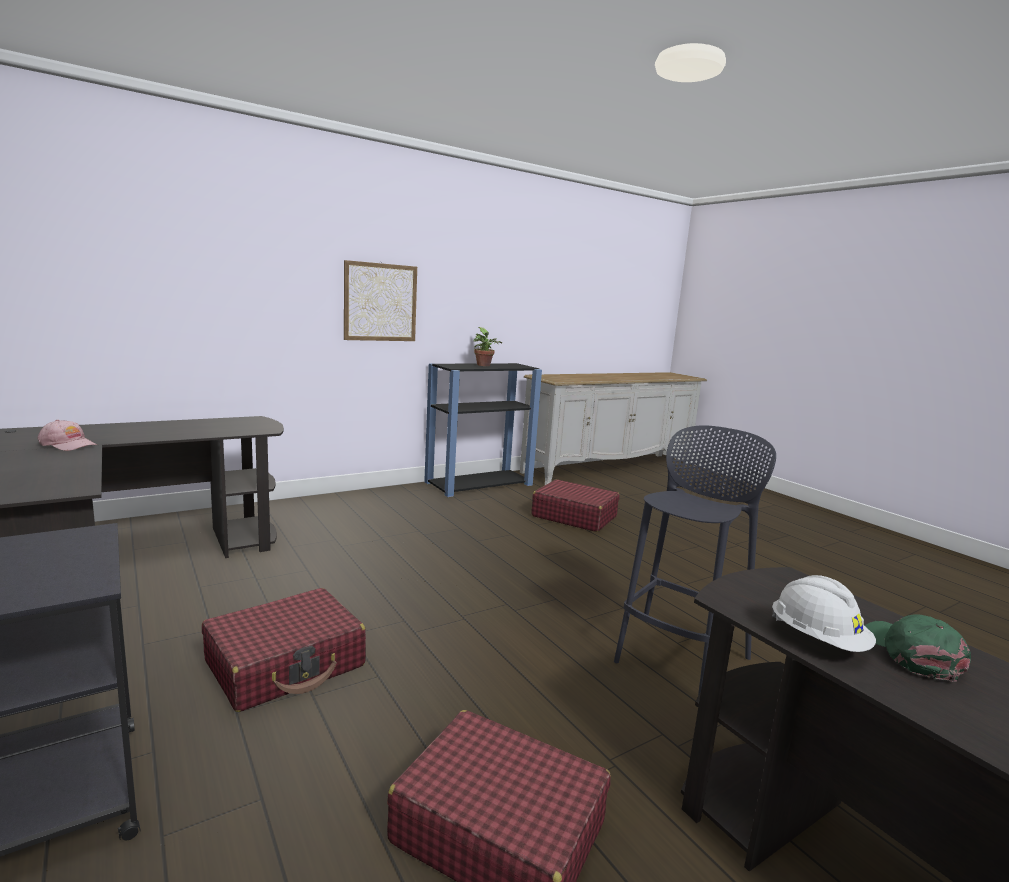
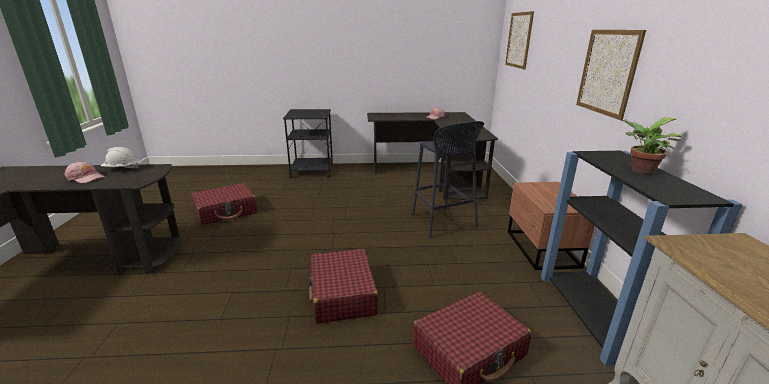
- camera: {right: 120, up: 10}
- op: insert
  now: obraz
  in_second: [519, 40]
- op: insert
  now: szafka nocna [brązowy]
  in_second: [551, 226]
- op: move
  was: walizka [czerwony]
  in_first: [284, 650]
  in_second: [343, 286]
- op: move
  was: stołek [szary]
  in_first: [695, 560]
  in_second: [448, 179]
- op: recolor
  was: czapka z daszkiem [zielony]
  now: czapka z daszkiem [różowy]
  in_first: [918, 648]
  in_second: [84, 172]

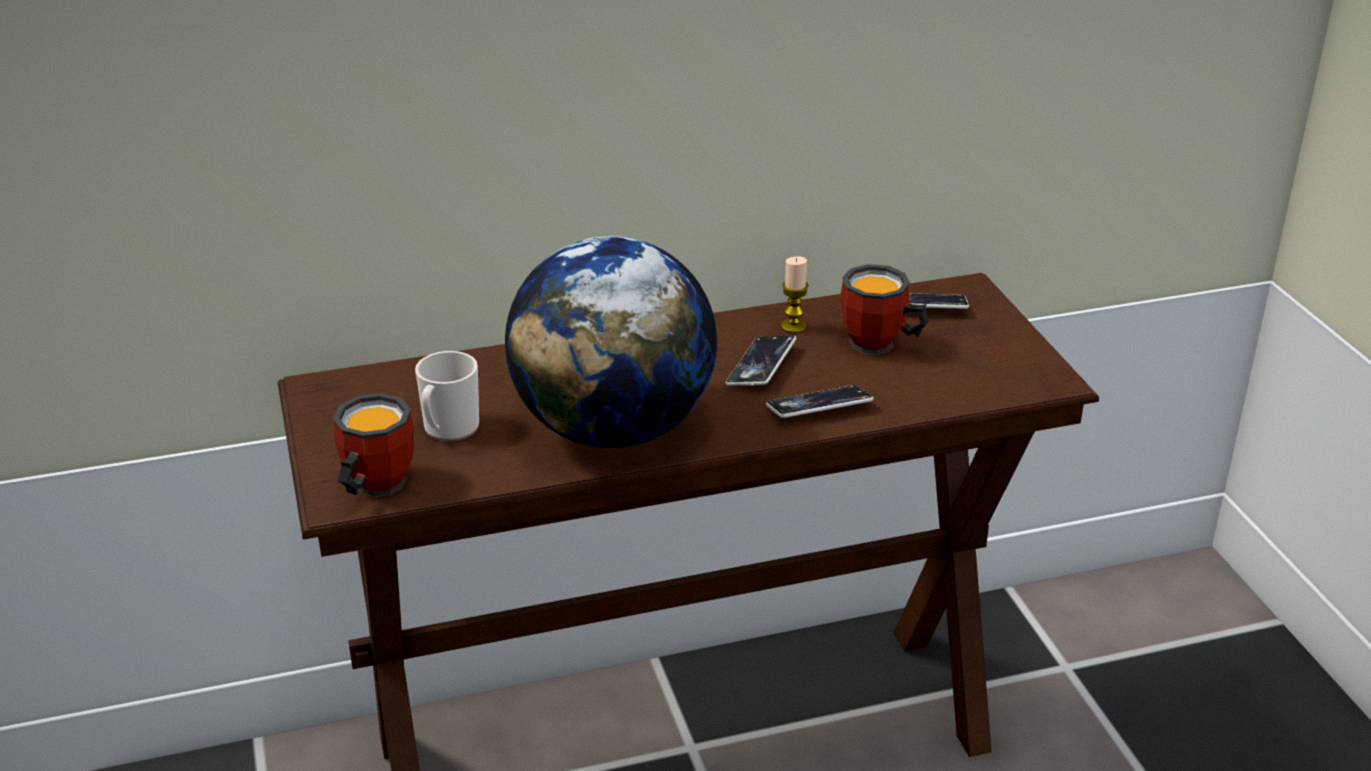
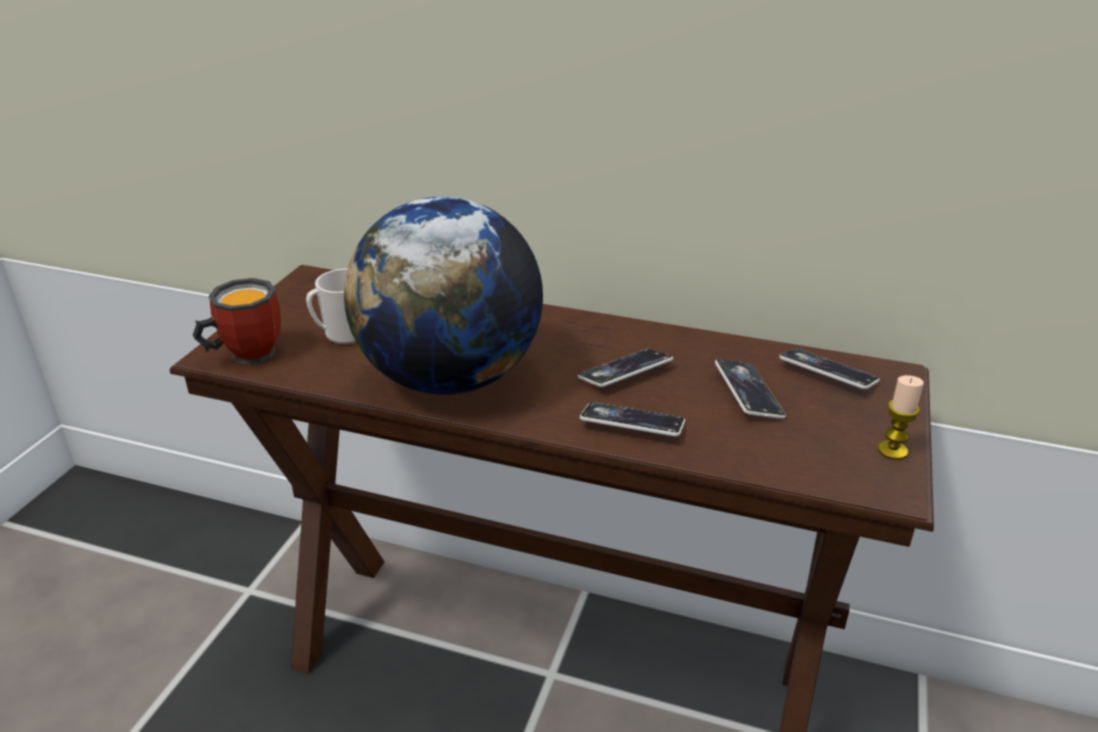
- camera: {right: 35, up: 0}
- op: move
  was: świeca
  in_first: [795, 294]
  in_second: [901, 417]
- op: replace
  was: kubek
  now: telefon
  in_first: [884, 309]
  in_second: [750, 389]

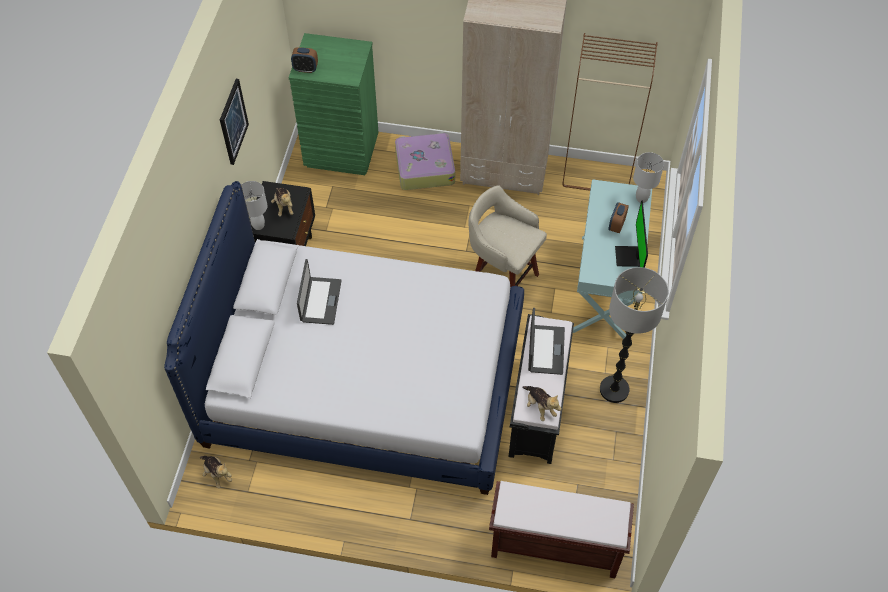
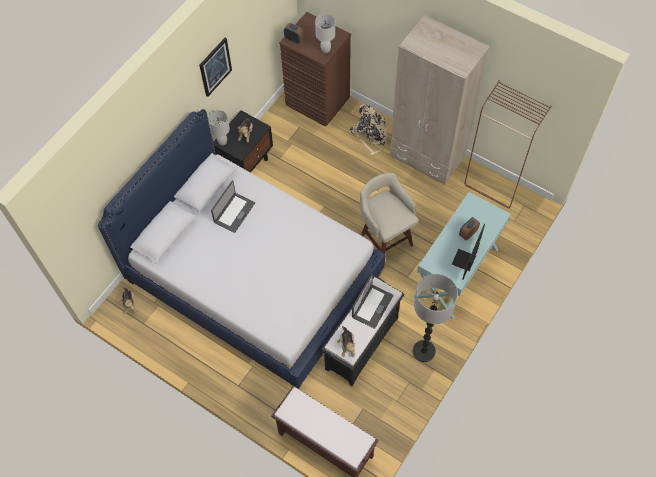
- camera: {right: 25, up: 5}
- op: move
  was: lampa stołowa [biały]
  in_first: [648, 177]
  in_second: [325, 33]
- op: replace
  was: walizka
  now: plecak [beżowy]
  in_first: [425, 161]
  in_second: [368, 129]
- op: recolor
  was: komoda [zielony]
  now: komoda [brązowy]
  in_first: [333, 104]
  in_second: [315, 69]

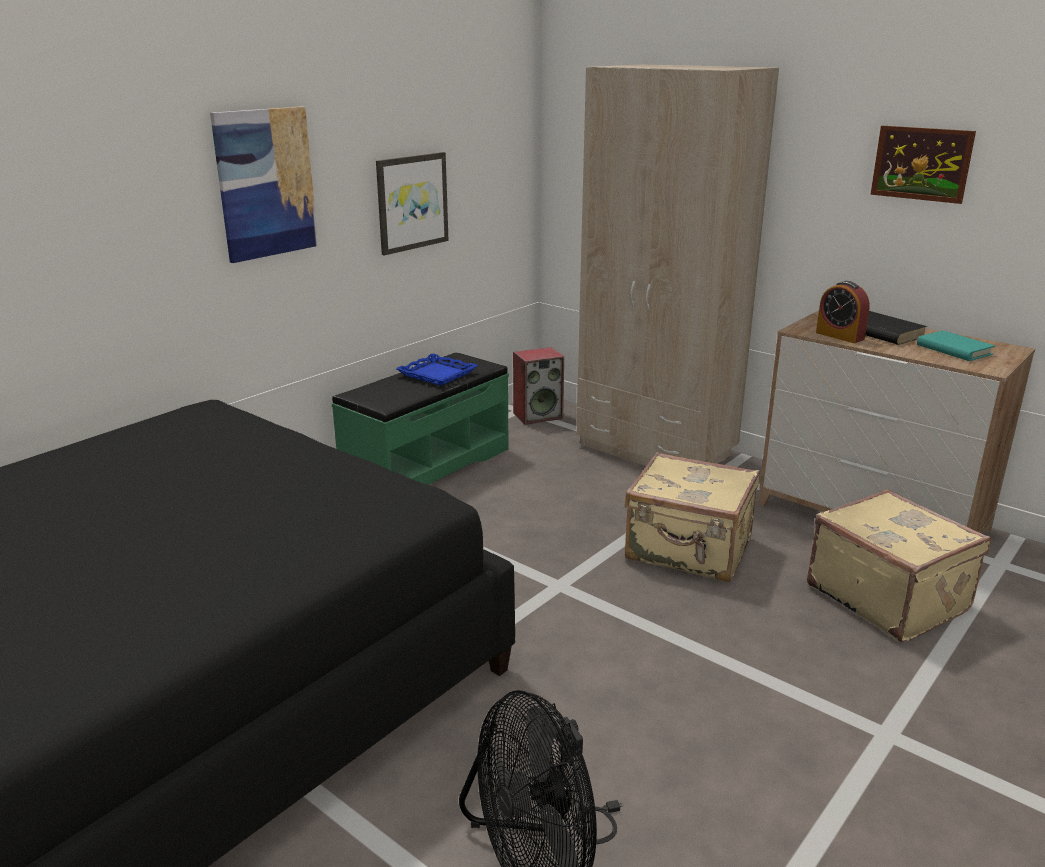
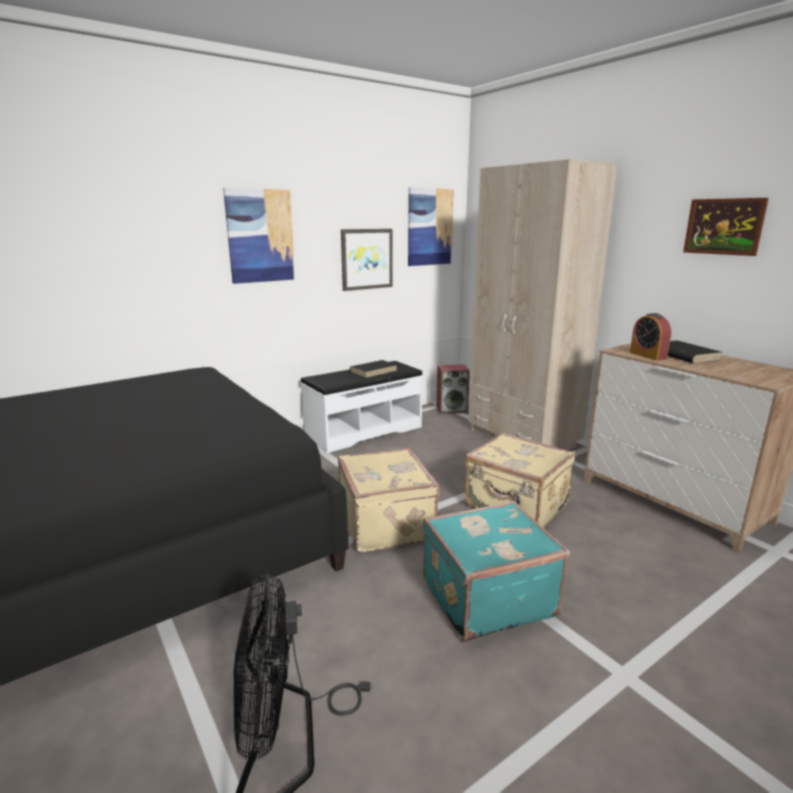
- camera: {right: 15, up: -5}
- op: delete
  was: książka [turkusowy]
  in_first: [956, 346]
- op: insert
  now: obraz
  in_second: [431, 226]
- op: insert
  now: walizka [turkusowy]
  in_second: [496, 571]
- op: move
  was: walizka [beżowy]
  in_first: [899, 566]
  in_second: [389, 500]
- op: replace
  was: taca [niebieski]
  now: książka [czarny]
  in_first: [437, 369]
  in_second: [373, 369]
- op: recolor
  was: ławka [zielony]
  now: ławka [biały]
  in_first: [420, 418]
  in_second: [361, 407]

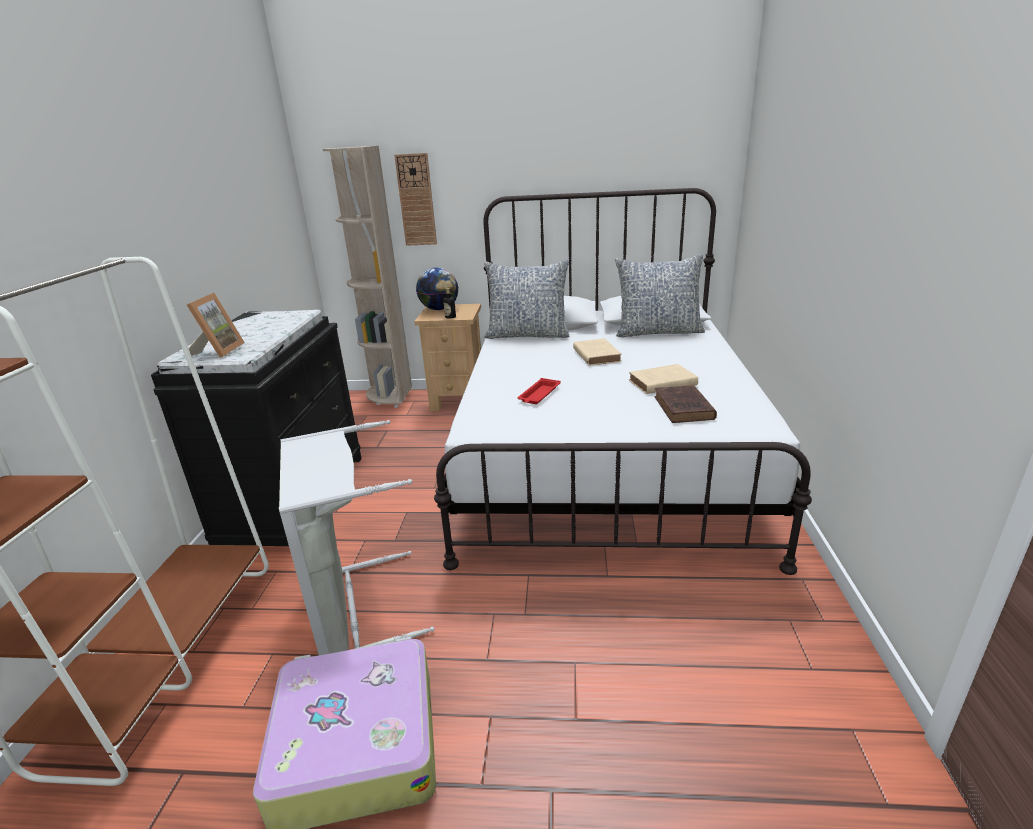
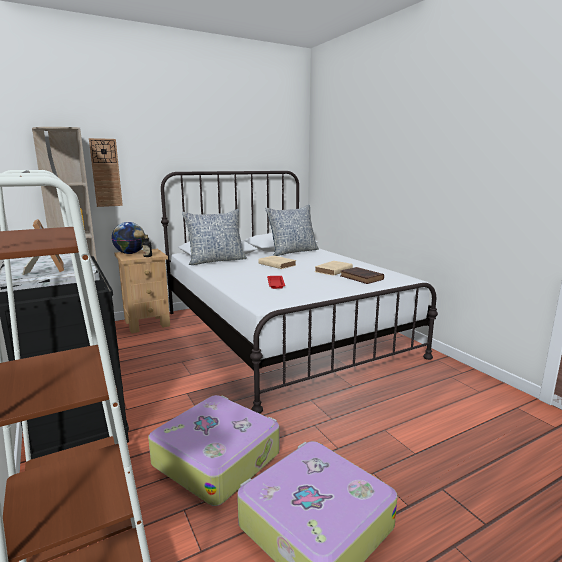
- camera: {right: -35, up: -10}
- op: replace
  was: kosz na pranie [szary]
  now: walizka
  in_first: [357, 537]
  in_second: [213, 450]

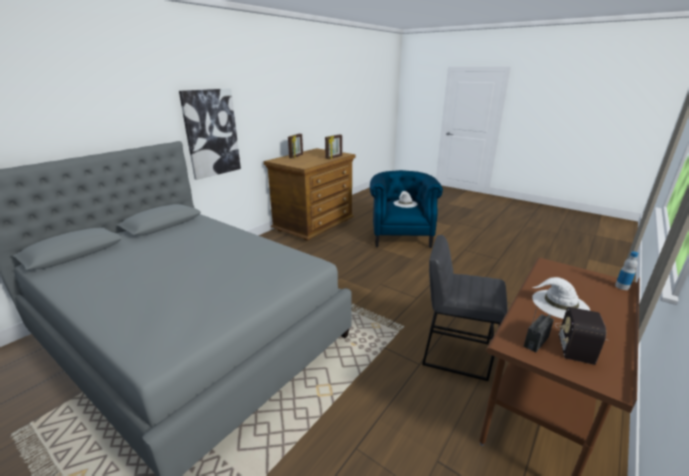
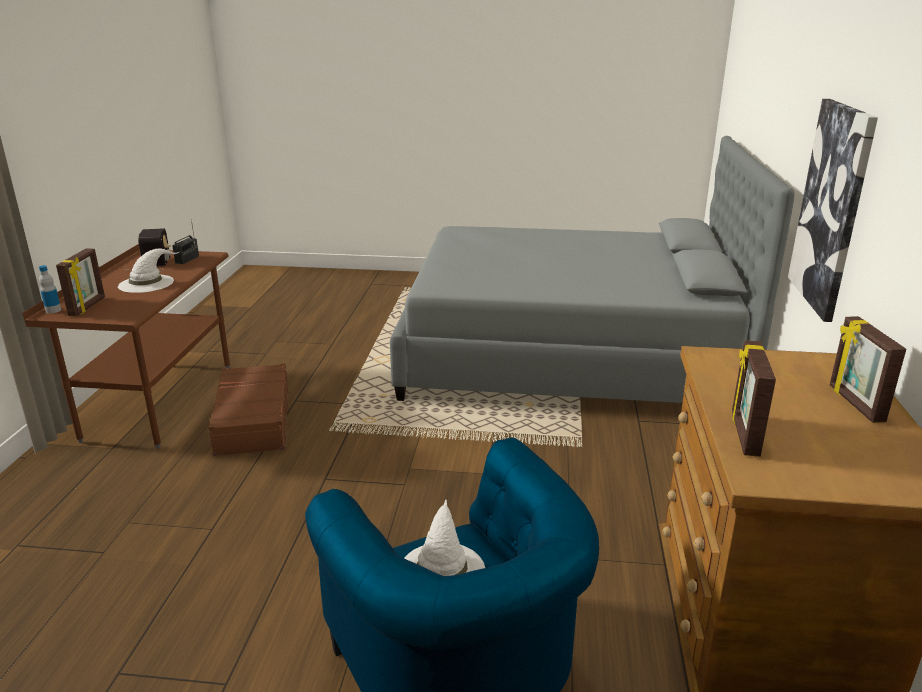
- camera: {right: 150, up: 0}
- op: insert
  now: ramka na zdjęcie
  in_second: [80, 282]
- op: replace
  was: stołek [szary]
  now: walizka [brązowy]
  in_first: [464, 308]
  in_second: [248, 410]

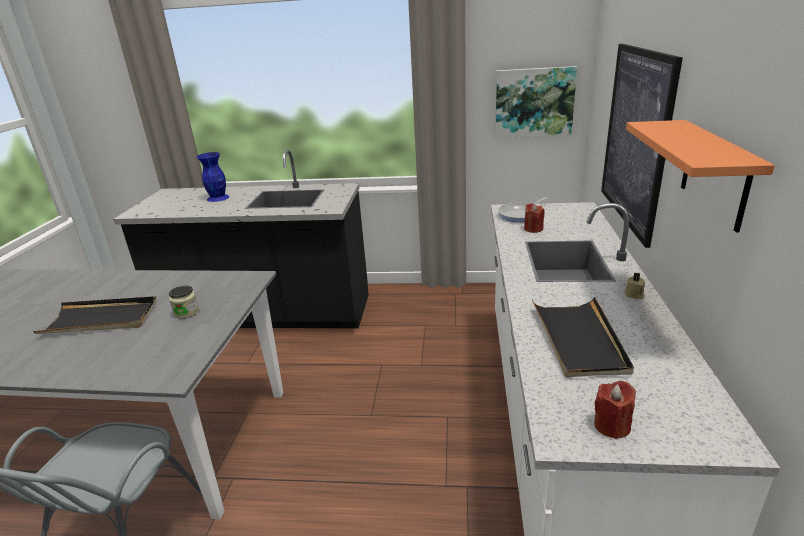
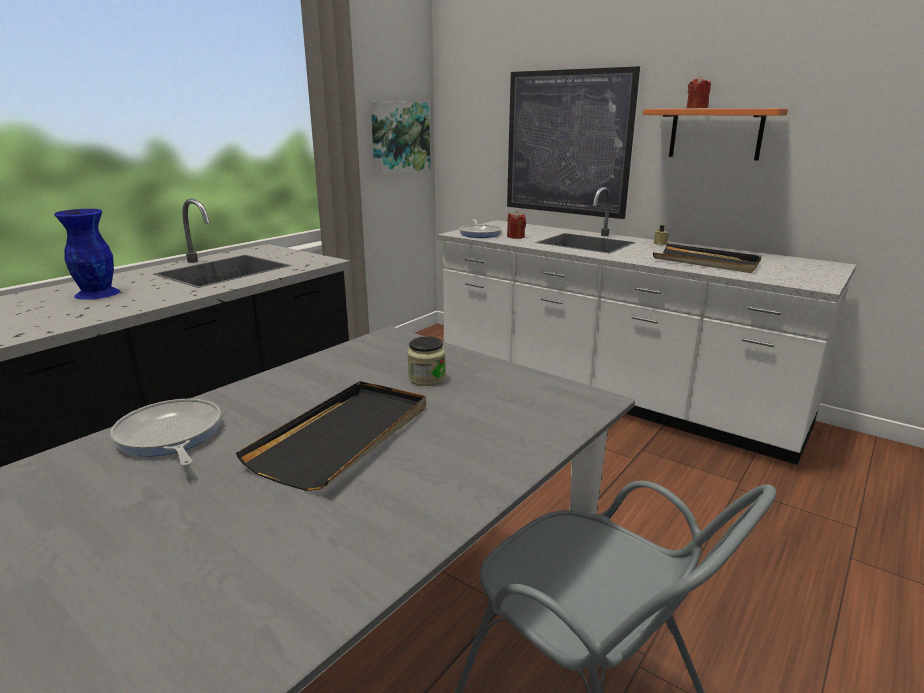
- camera: {right: -60, up: -5}
- op: insert
  now: patelnia
  in_second: [166, 432]
- op: move
  was: świeca [czerwony]
  in_first: [615, 410]
  in_second: [699, 92]

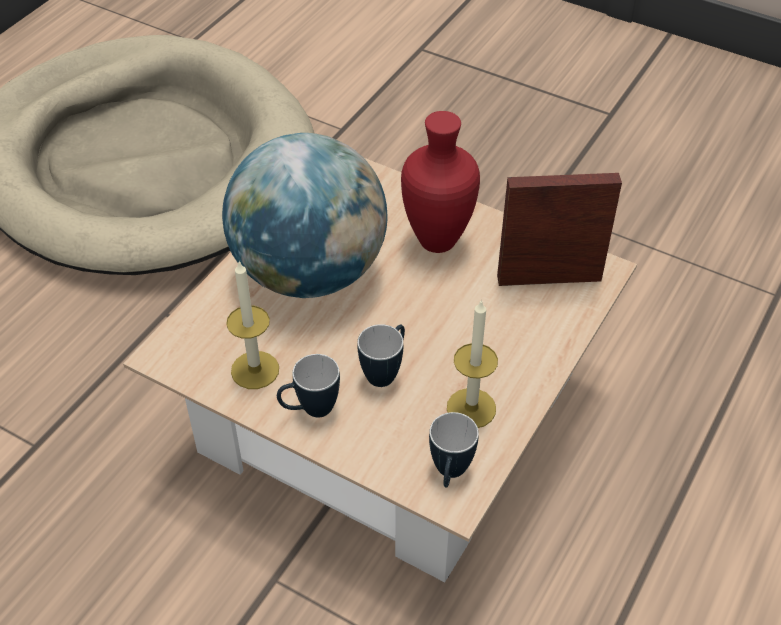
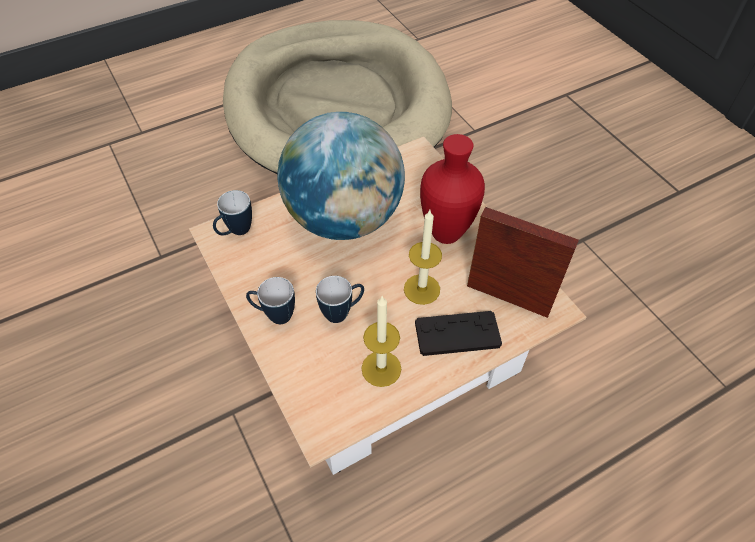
- camera: {right: 30, up: 5}
- op: insert
  now: pad do gier [czarny]
  in_second: [458, 333]
- op: move
  was: świeca
  in_first: [252, 324]
  in_second: [423, 257]
- op: move
  was: kubek
  in_first: [454, 450]
  in_second: [232, 212]

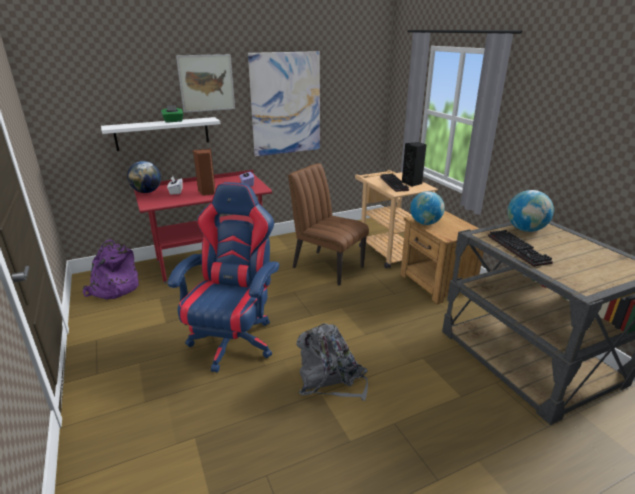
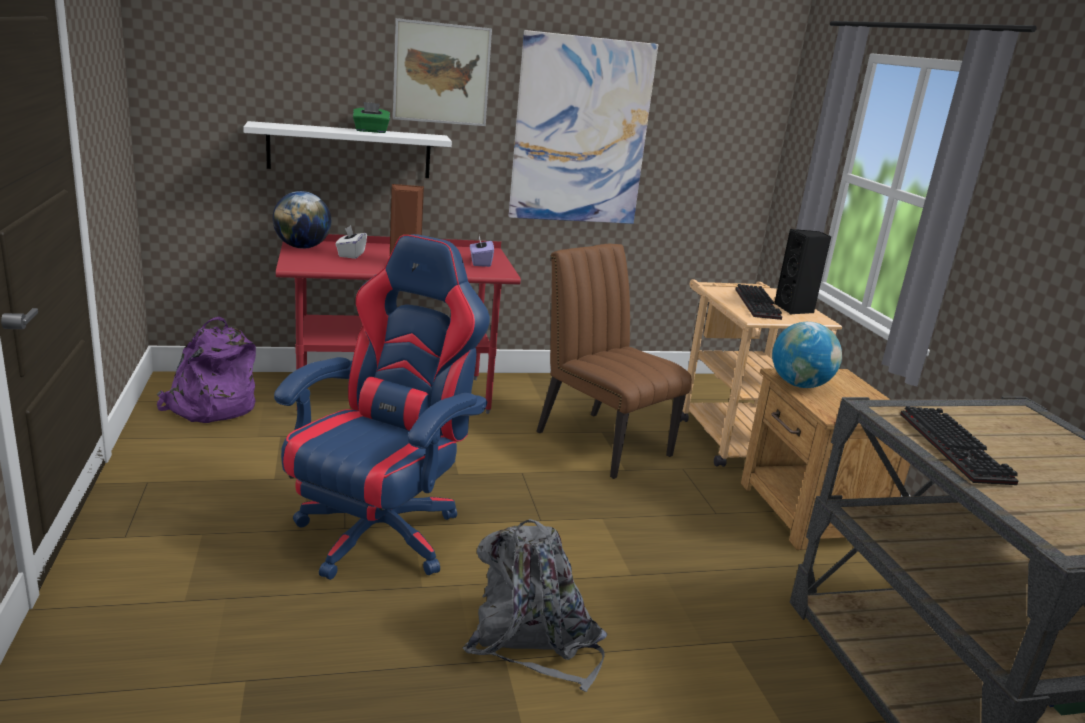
- camera: {right: 10, up: -5}
- op: delete
  was: globus
  in_first: [530, 211]

